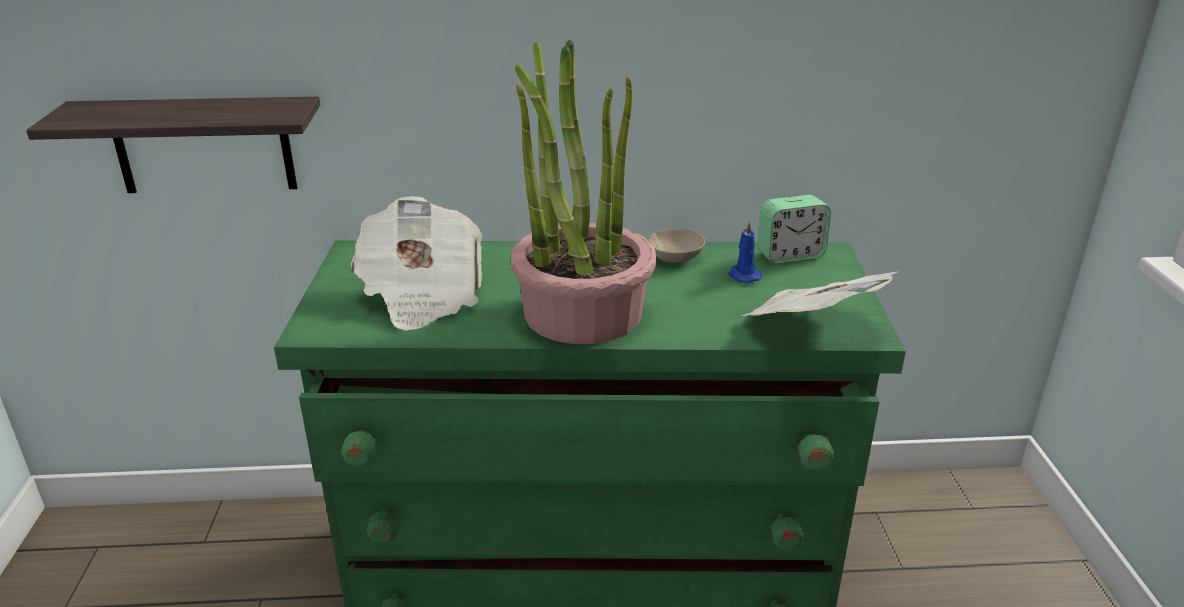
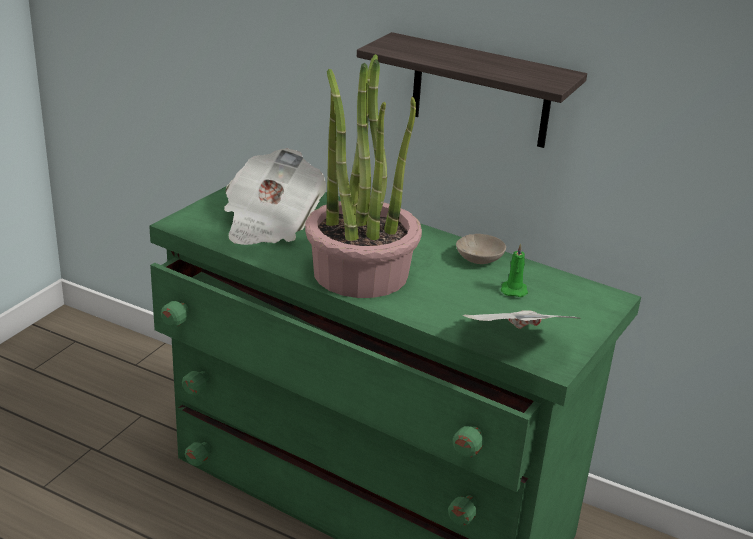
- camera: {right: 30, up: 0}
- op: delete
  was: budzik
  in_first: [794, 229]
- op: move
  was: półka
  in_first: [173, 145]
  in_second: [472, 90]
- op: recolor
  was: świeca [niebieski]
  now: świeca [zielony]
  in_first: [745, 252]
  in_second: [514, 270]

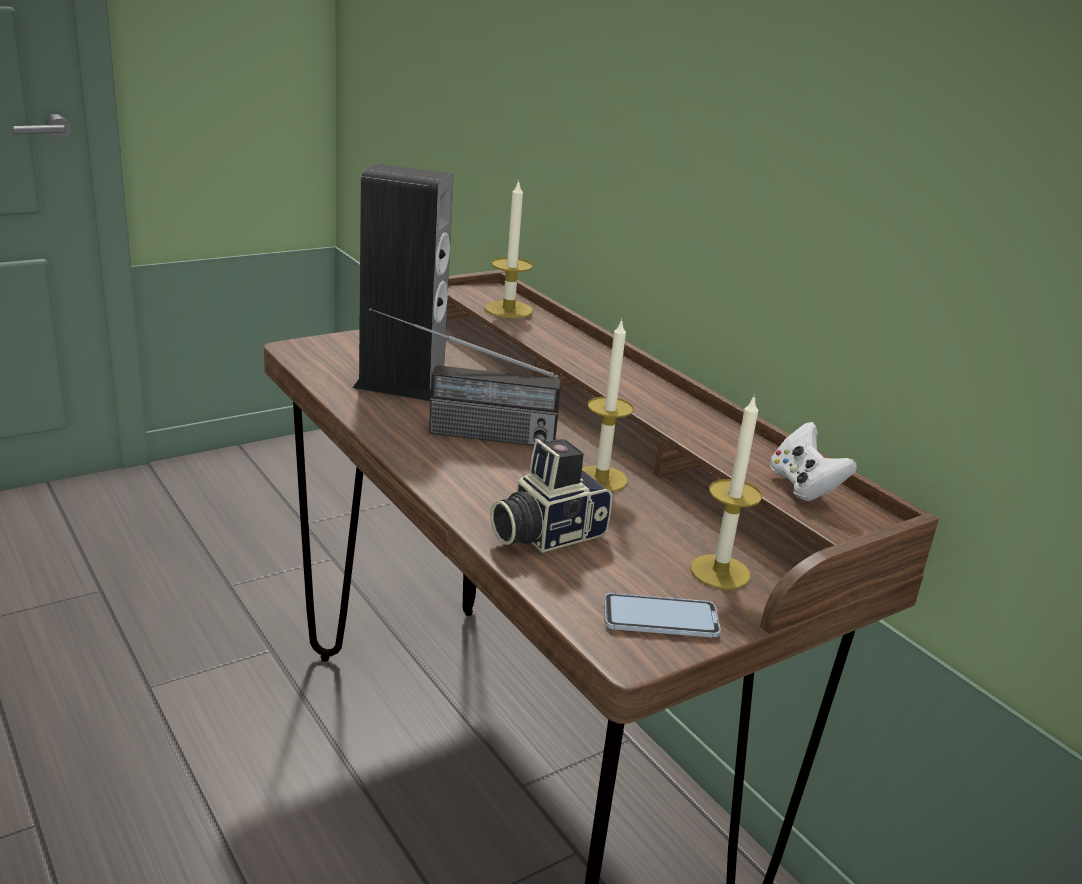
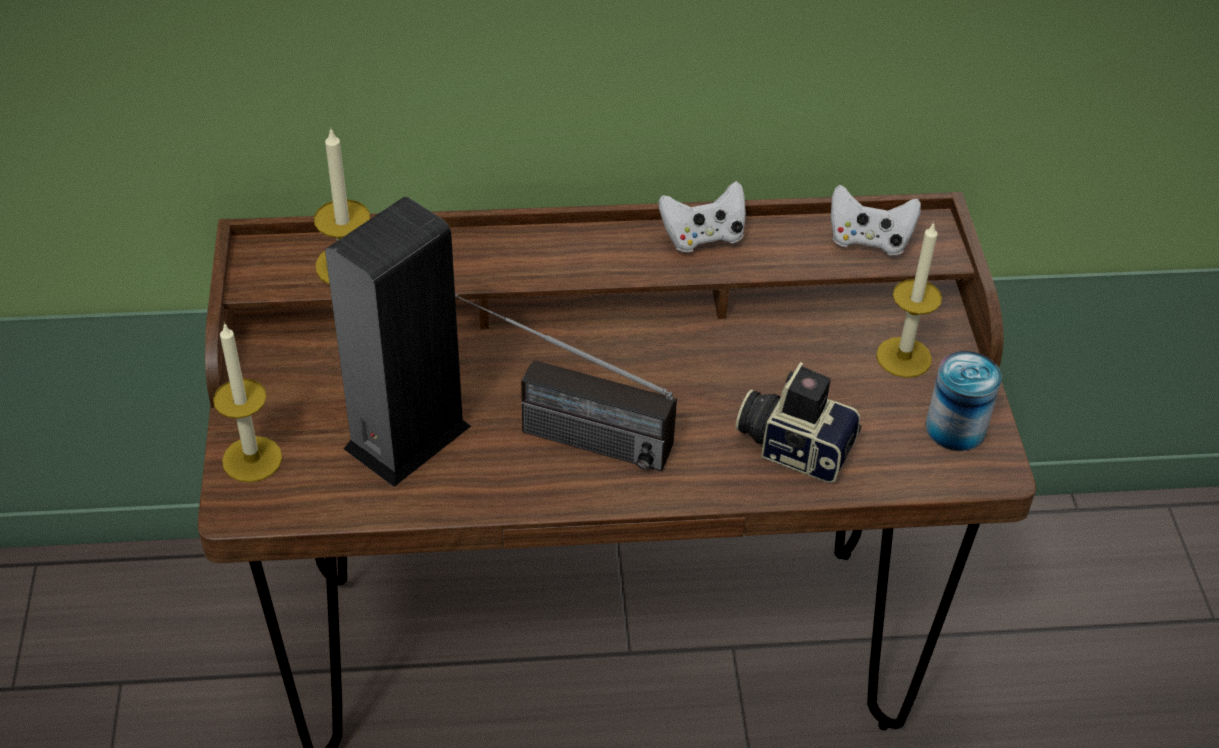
- camera: {right: -60, up: 20}
- op: insert
  now: pad do gier [biały]
  in_second: [702, 216]
- op: move
  was: świeca
  in_first: [608, 405]
  in_second: [247, 402]
- op: replace
  was: telefon
  now: puszka
  in_first: [662, 615]
  in_second: [964, 401]
- op: rotate
  was: radio
  in_first: [465, 377]
  in_second: [566, 382]
  clockwise: 75
- op: rotate
  was: aparat fotograficzny
  in_first: [551, 496]
  in_second: [799, 422]
  clockwise: 120

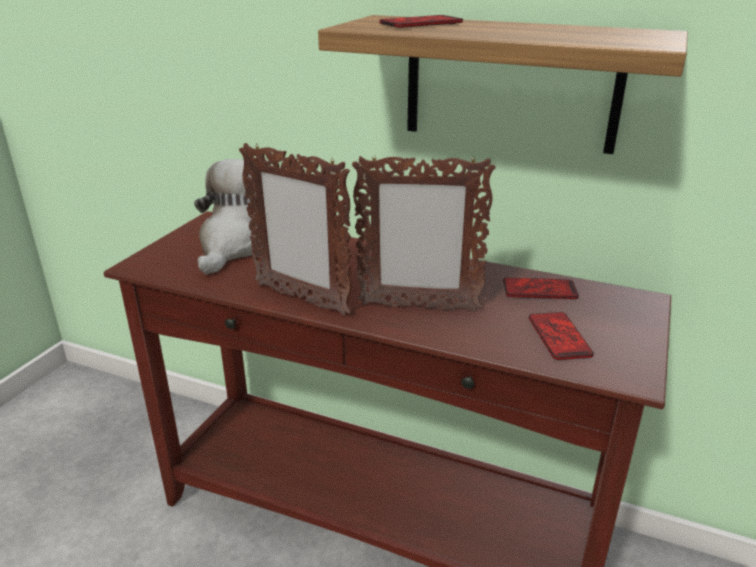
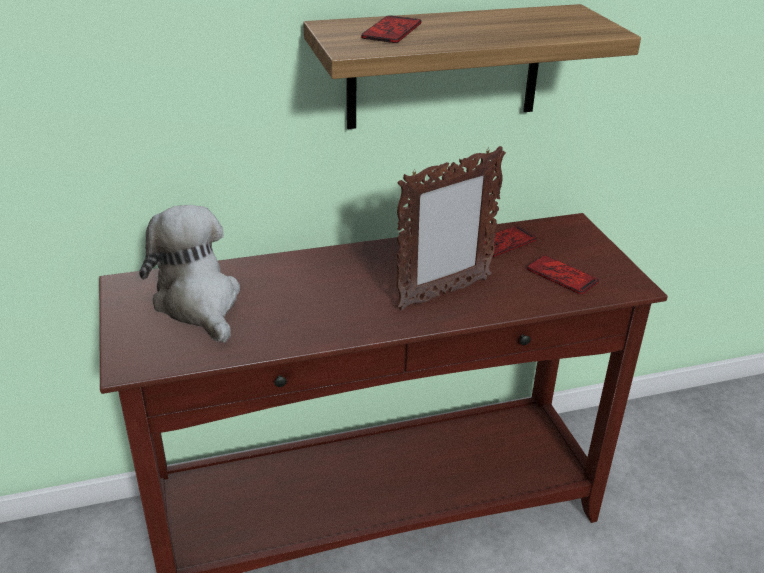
- camera: {right: -40, up: 5}
- op: delete
  was: ramka na zdjęcie
  in_first: [295, 229]

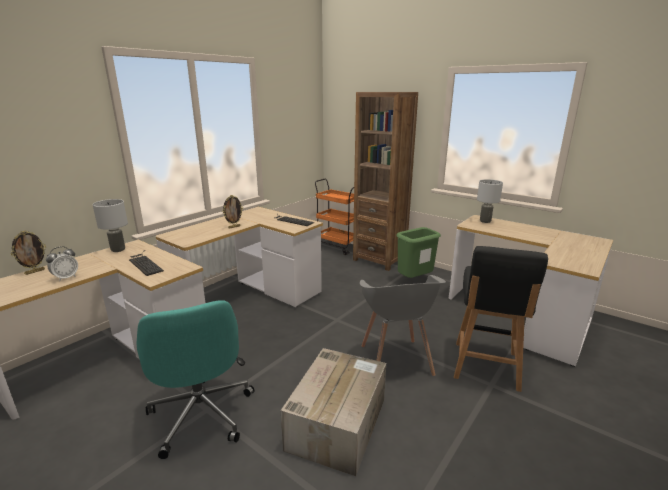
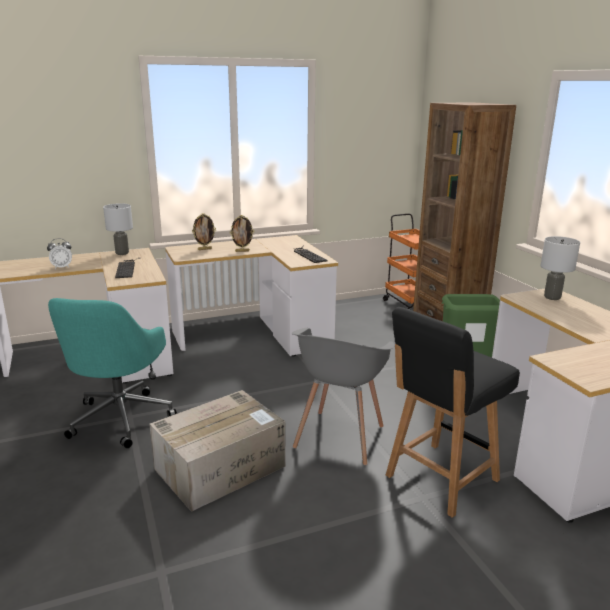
- camera: {right: 30, up: 0}
- op: move
  was: ramka na zdjęcie
  in_first: [28, 253]
  in_second: [204, 231]

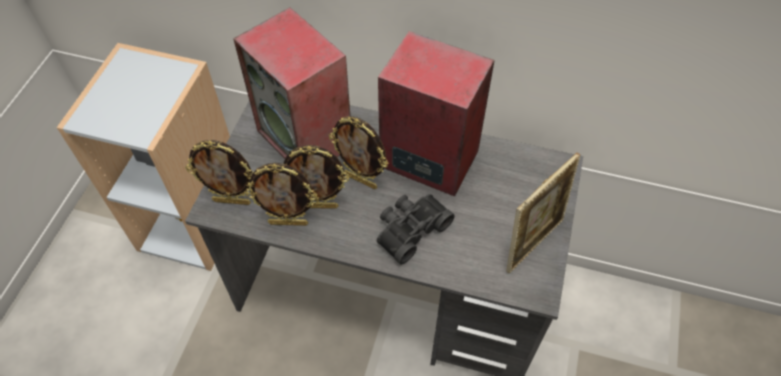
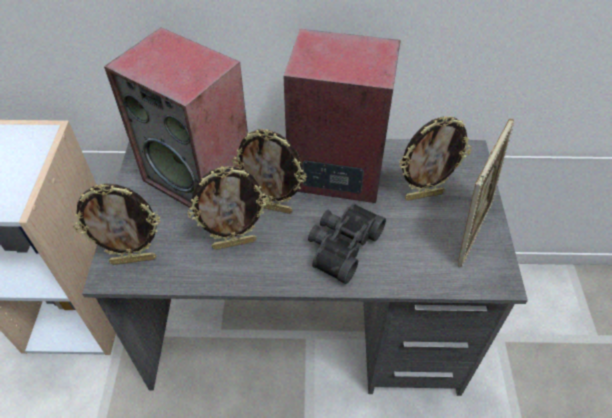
- camera: {right: -15, up: -5}
- op: move
  was: ramka na zdjęcie
  in_first: [281, 194]
  in_second: [435, 158]

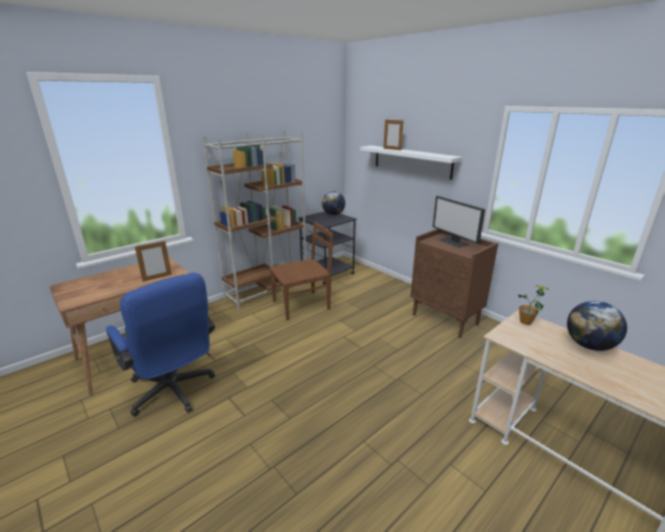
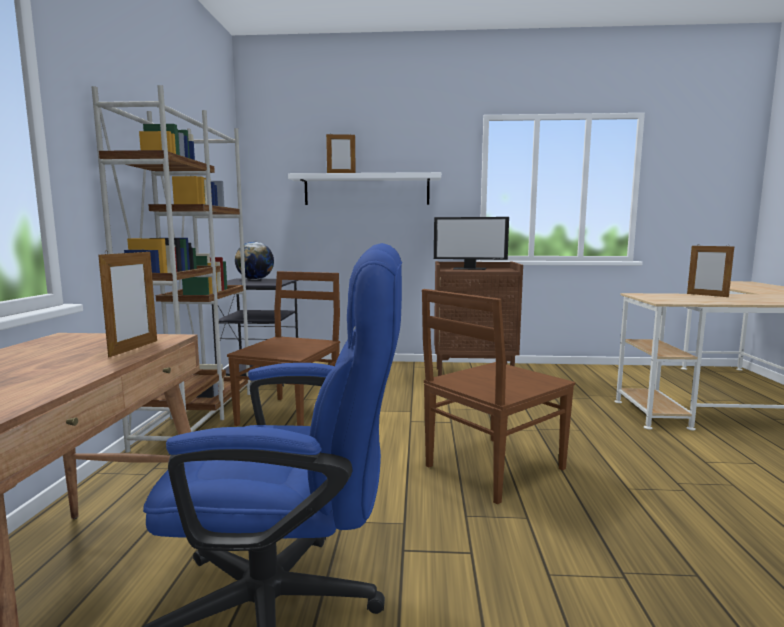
- camera: {right: -45, up: -15}
- op: delete
  was: roślina doniczkowa
  in_first: [533, 305]
- op: insert
  now: krzesło [brązowy]
  in_second: [498, 397]
- op: replace
  was: globus
  now: ramka na zdjęcie
  in_first: [597, 326]
  in_second: [711, 271]

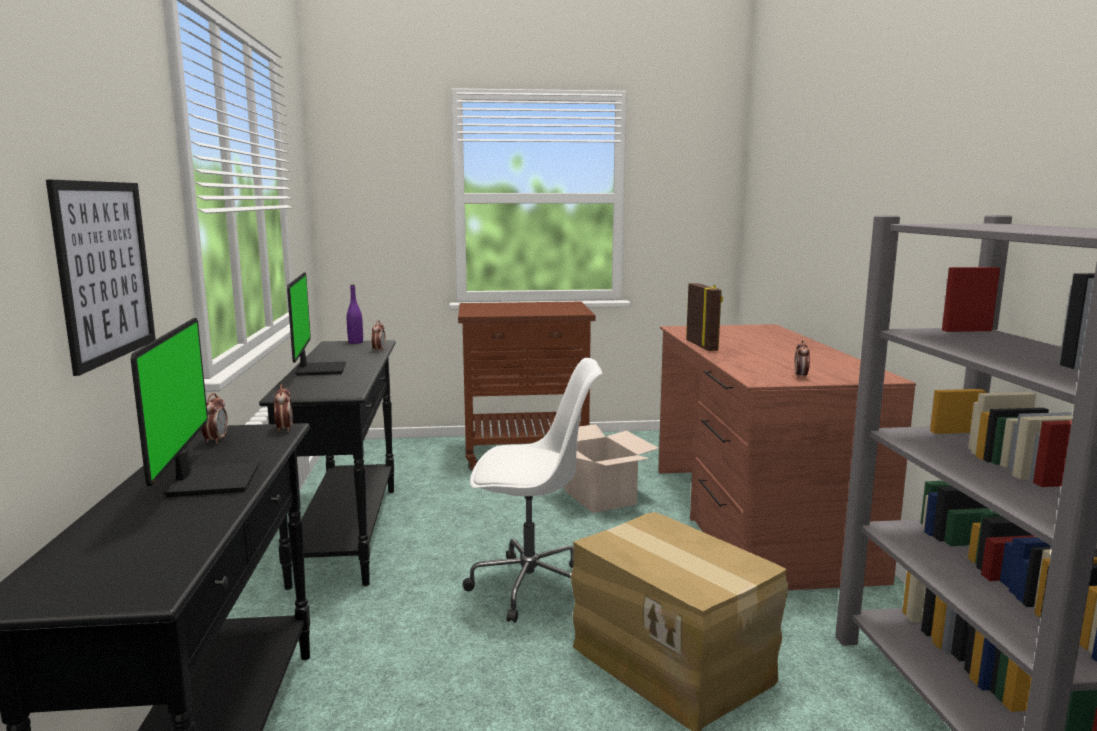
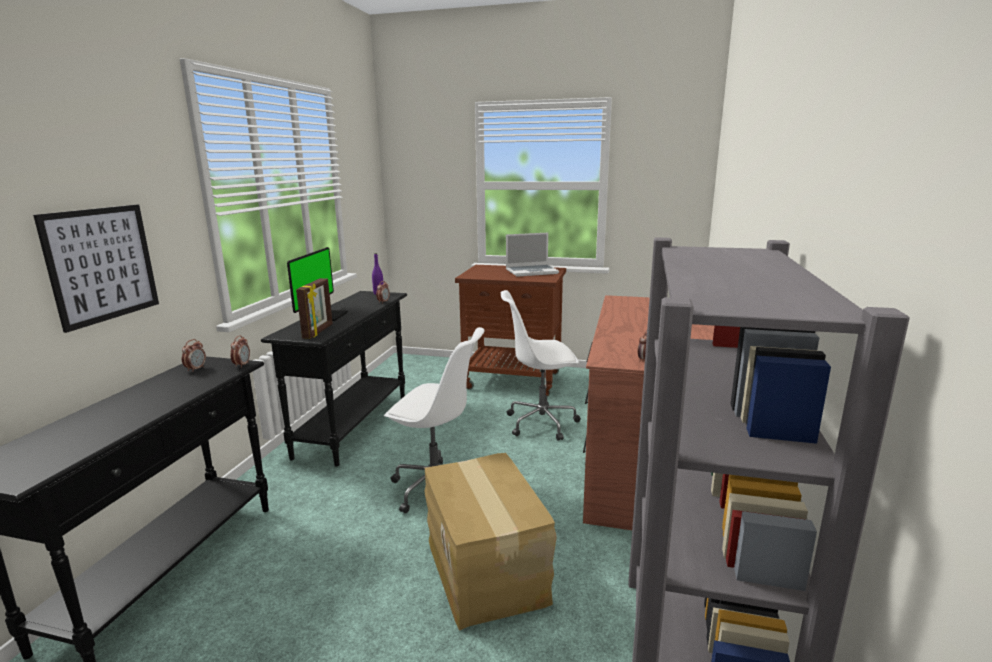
- camera: {right: 20, up: 5}
- op: delete
  was: monitor
  in_first: [195, 407]
- op: insert
  now: laptop
  in_second: [532, 255]
- op: move
  was: ramka na zdjęcie
  in_first: [704, 317]
  in_second: [314, 308]
- op: replace
  was: karton
  now: krzesło biurowe [biały]
  in_first: [611, 468]
  in_second: [541, 365]

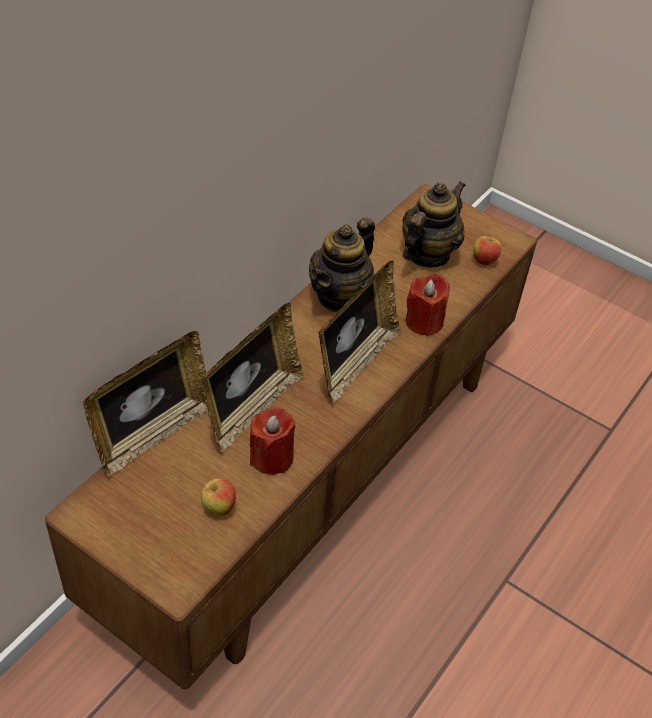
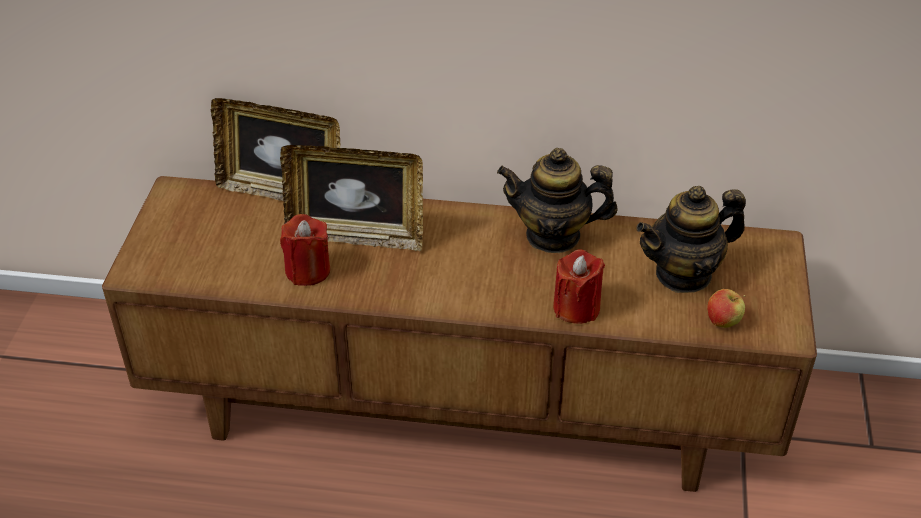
- camera: {right: 65, up: -5}
- op: delete
  was: jabłko
  in_first: [218, 497]
- op: delete
  was: ramka na zdjęcie
  in_first: [359, 332]
- op: rotate
  was: imbryk
  in_first: [434, 224]
  in_second: [691, 239]
  clockwise: 150

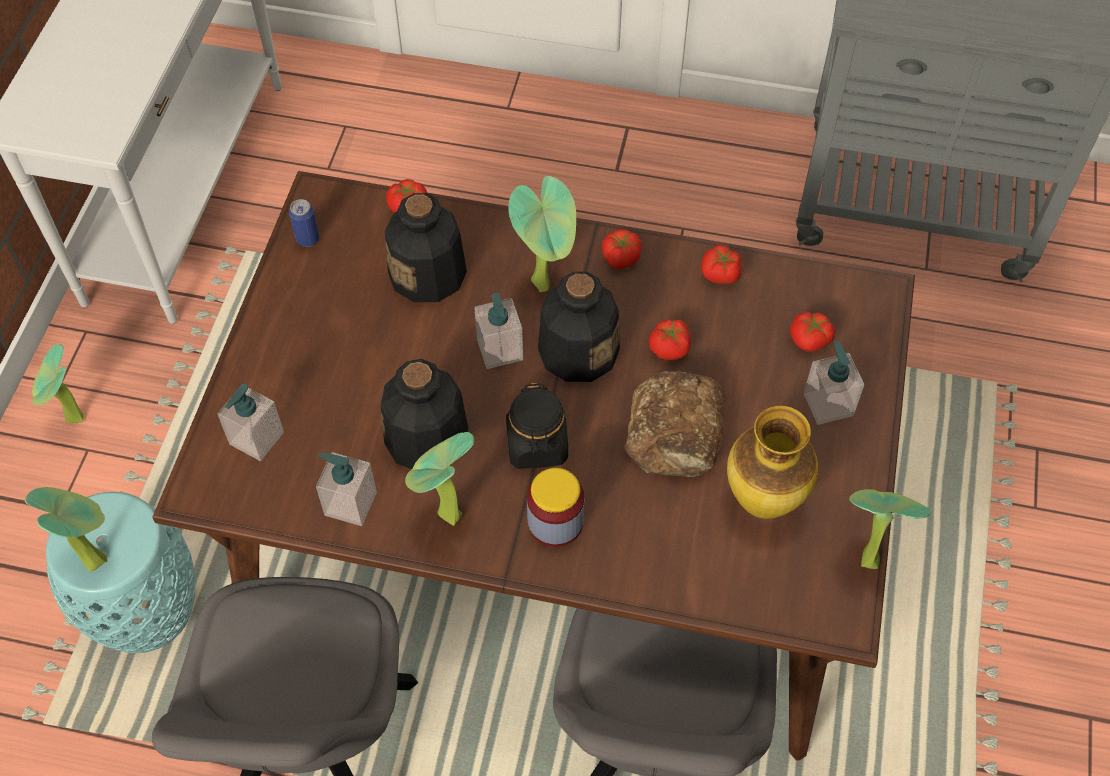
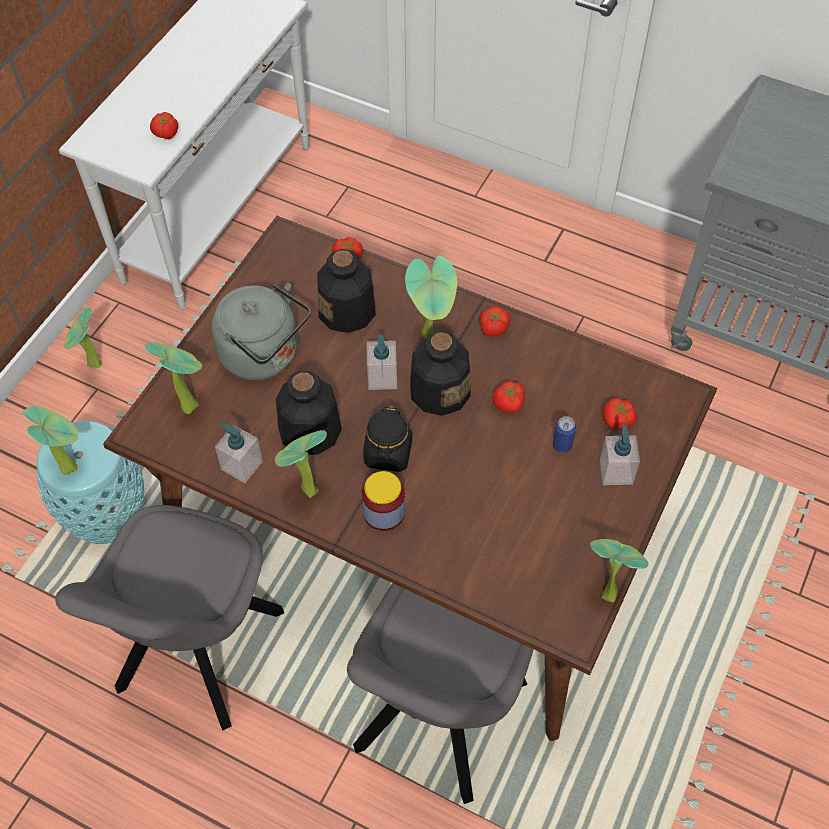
- camera: {right: 15, up: 0}
- op: delete
  was: chleb
  in_first: [674, 424]
- op: delete
  was: wazon
  in_first: [772, 462]
- op: insert
  now: czajnik [szary]
  in_second: [260, 331]
- op: move
  was: puszka
  in_first: [304, 223]
  in_second: [564, 434]
- op: move
  was: pomidor
  in_first: [721, 264]
  in_second: [164, 125]
- op: replace
  was: dozownik mydła
  now: roślina doniczkowa
  in_first: [251, 422]
  in_second: [173, 378]

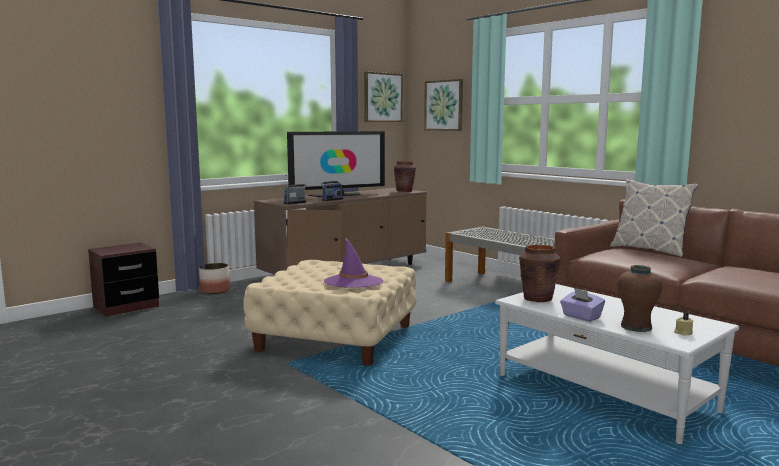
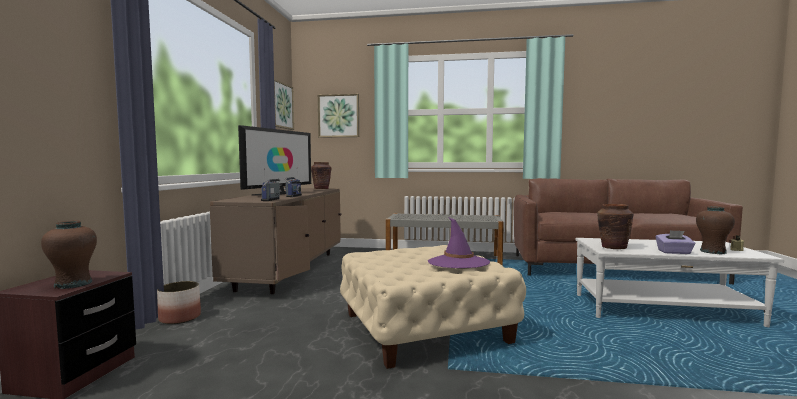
- camera: {right: -40, up: -5}
- op: delete
  was: poduszka
  in_first: [654, 218]
- op: insert
  now: wazon [brązowy]
  in_second: [69, 255]

